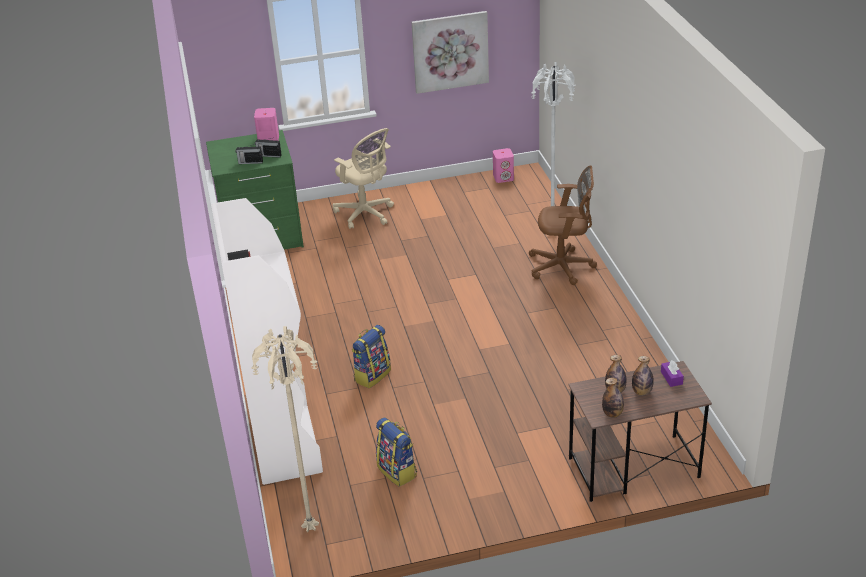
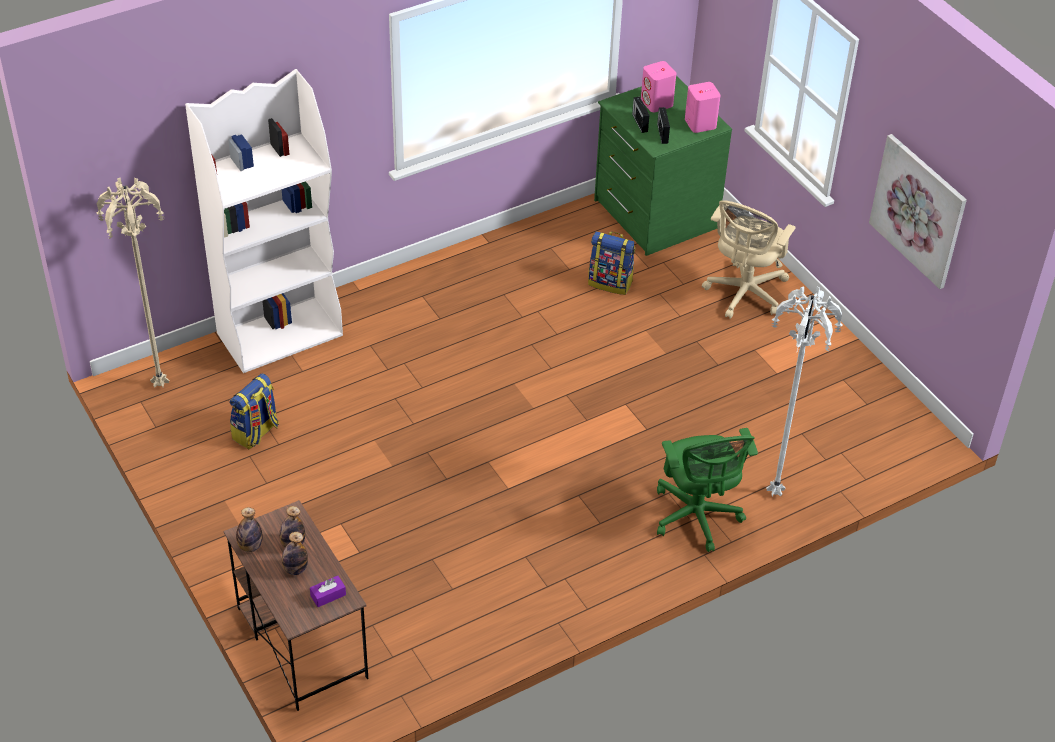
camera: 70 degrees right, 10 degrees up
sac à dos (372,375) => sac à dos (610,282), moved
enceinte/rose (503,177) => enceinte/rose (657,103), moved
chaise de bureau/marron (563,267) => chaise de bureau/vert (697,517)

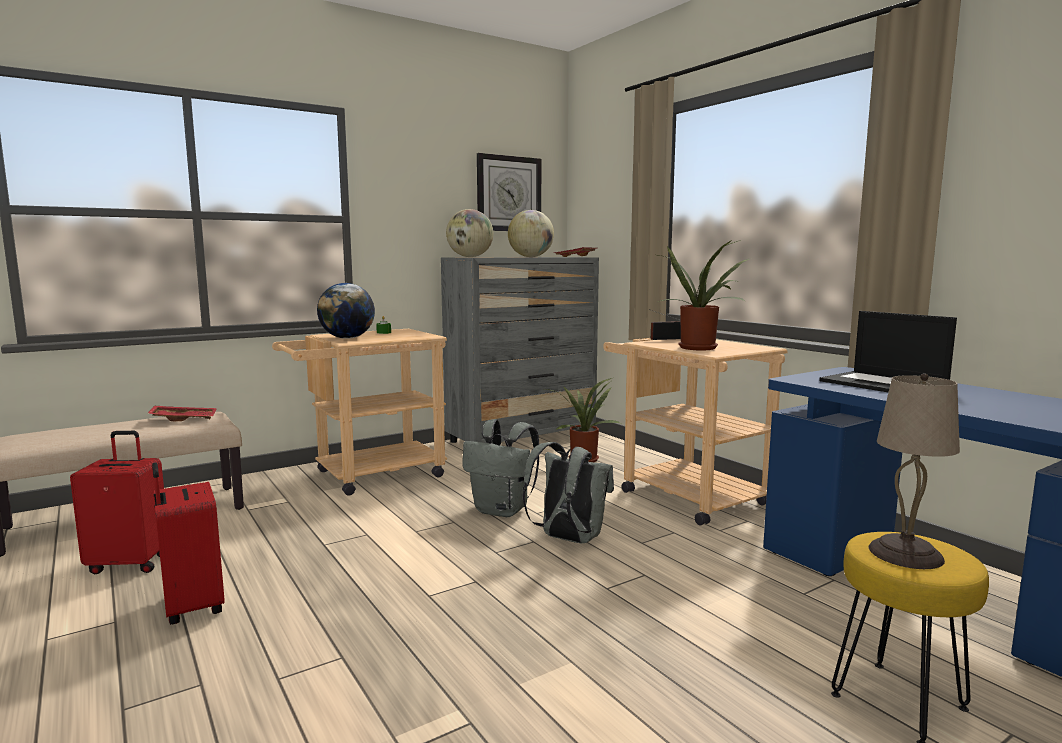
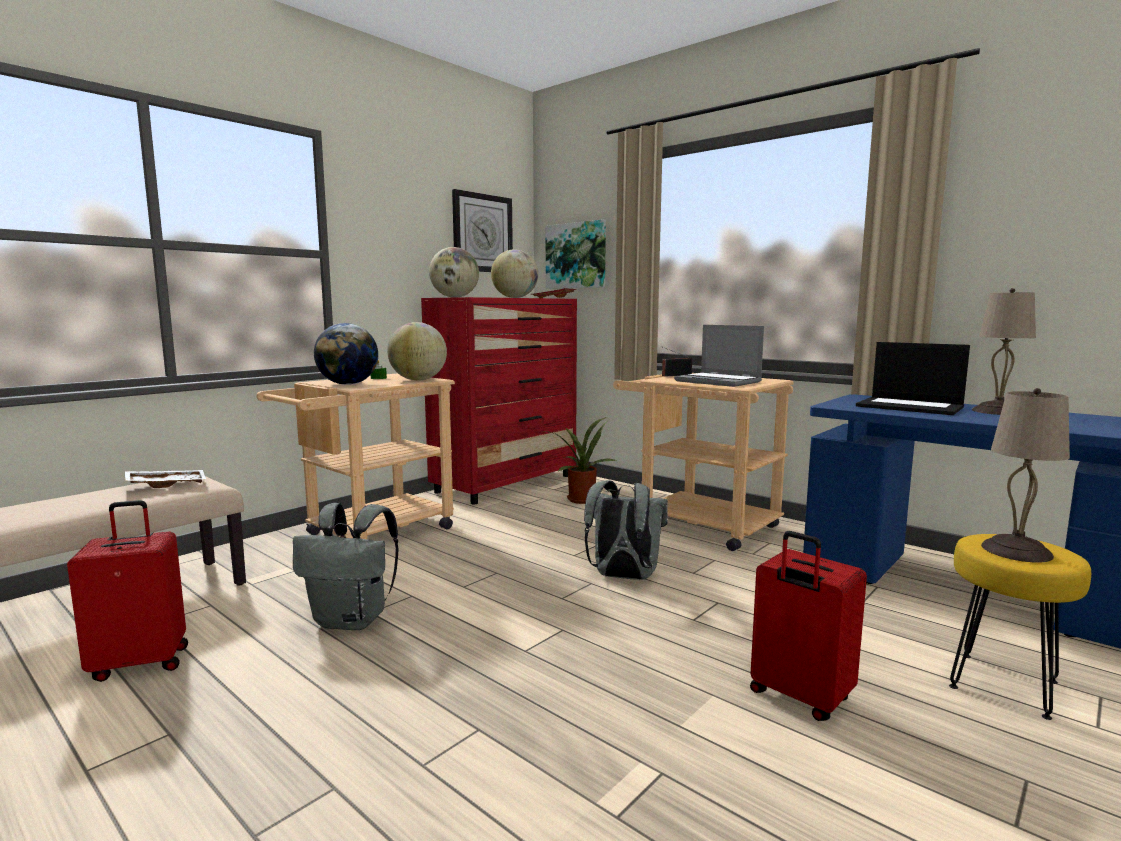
camera: 15 degrees left, 0 degrees up
nothing => globe (418,380)
nothing => tableau (576,256)
nothing => lampe de table/beige (996,411)
valise/rouge (191,607) => valise/rouge (799,697), moved
sac à dos/gris (503,510) => sac à dos/gris (353,620), moved
plante en pot (699,347) => ordinateur portable (719,381)
plateau/rouge (184,419) => plateau/blanc (167,485)
commode/gris (522,438) => commode/rouge (506,484)

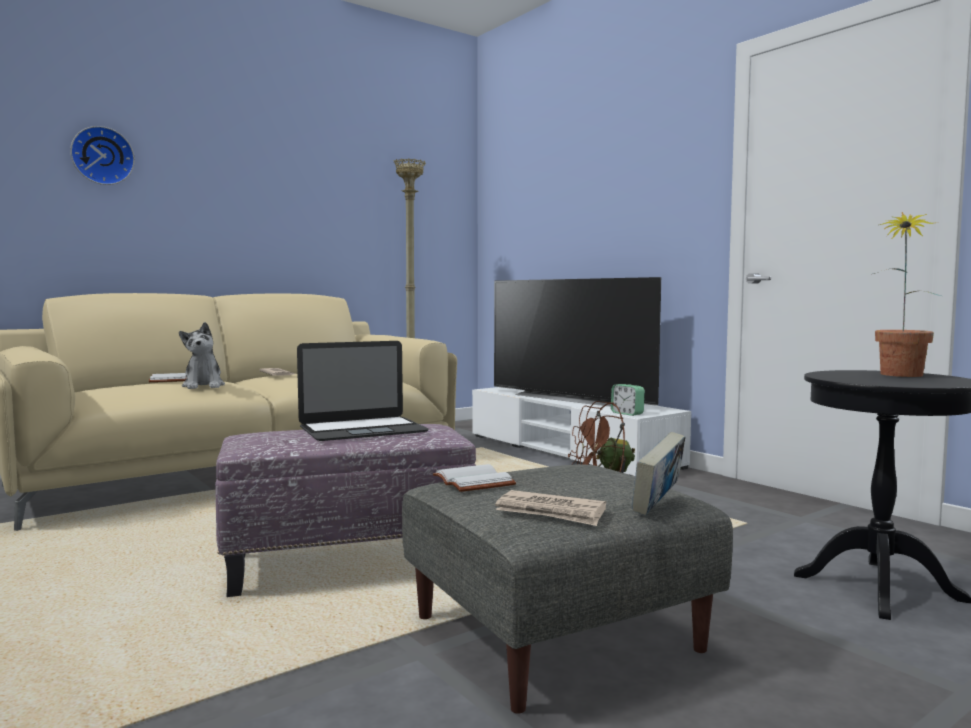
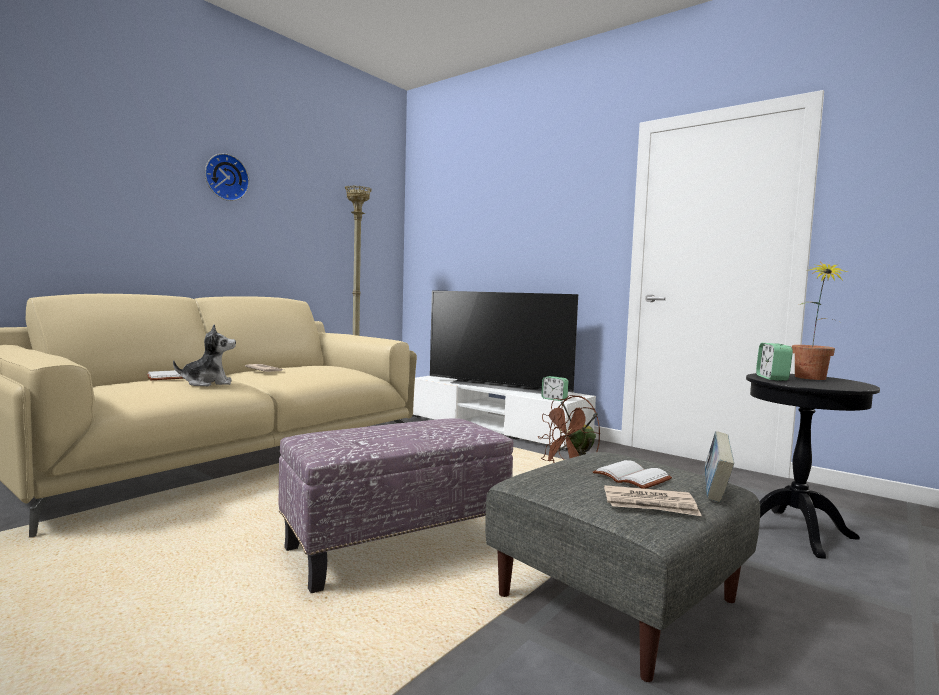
camera: 15 degrees left, 0 degrees up
ordinateur portable (362,429) => nothing
nothing => réveil (772,378)
horloge murale (102,156) => horloge murale (225,177), moved
livre/blanc (476,482) => livre/blanc (633,477), moved
peluche (203,386) => peluche (208,383), 75 degrees counterclockwise

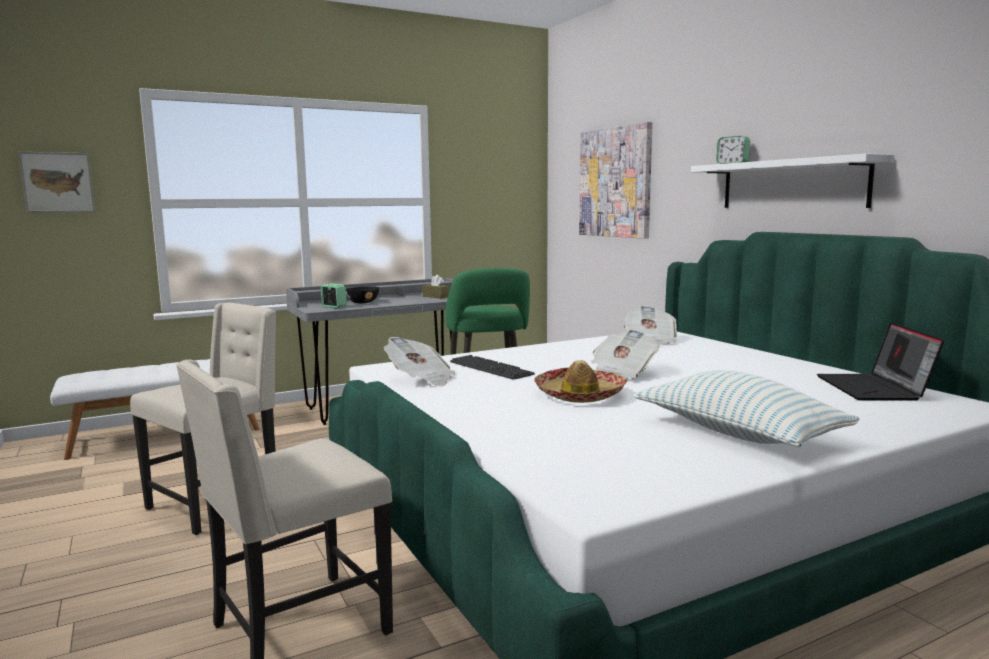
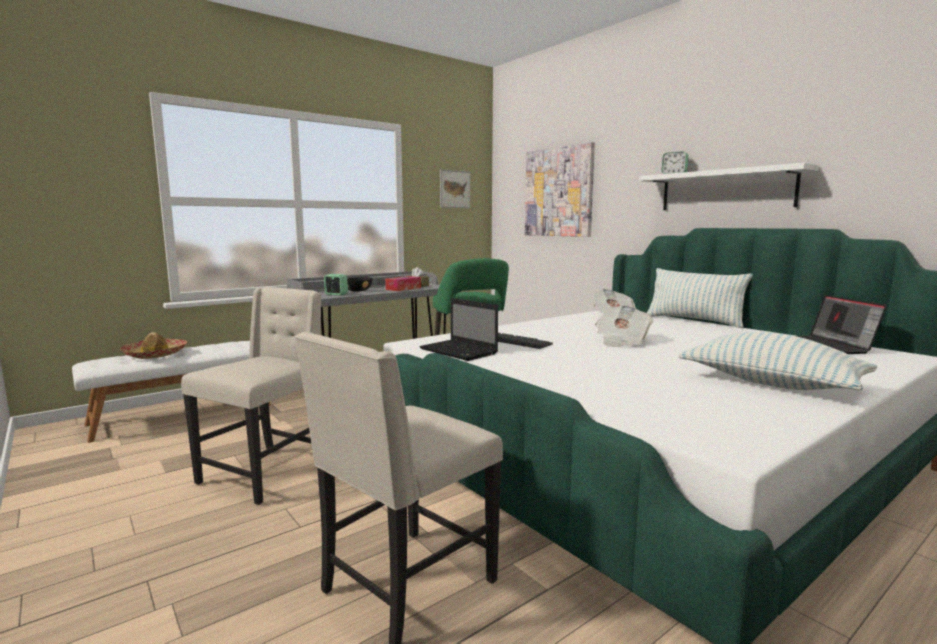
camera: 10 degrees left, 0 degrees up
nothing => boîte à mouchoirs (403,289)
nothing => coussin (694,321)
tableau (57,182) => tableau (454,189), moved
chapeau (580,395) => chapeau (155,354), moved
journal (420,380) => ordinateur portable (460,351)

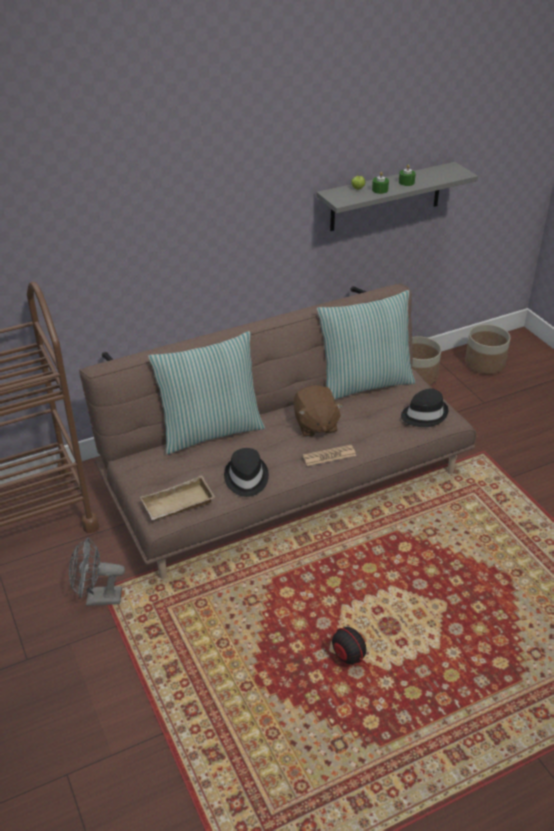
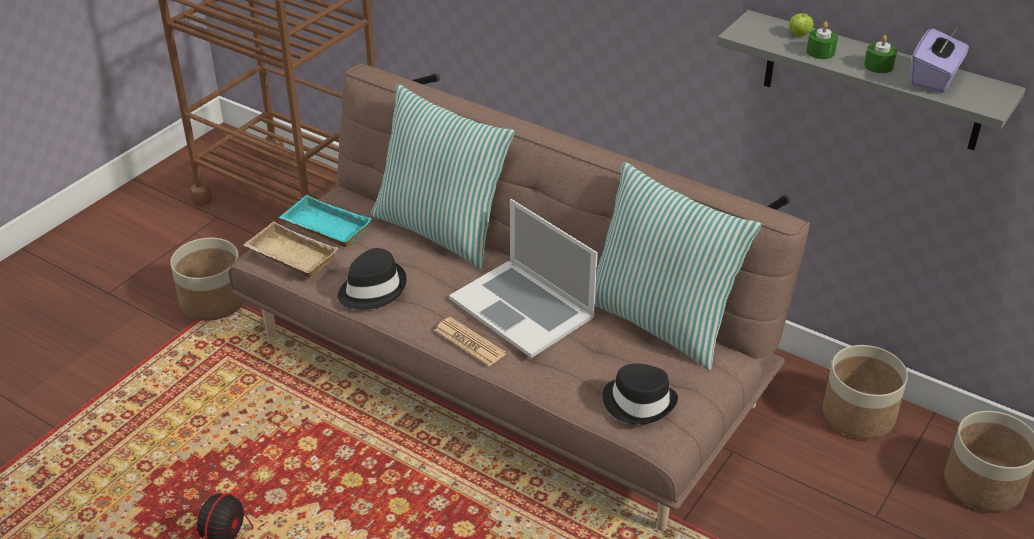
camera: 60 degrees right, 0 degrees up
nothing => plateau/turquoise (324,228)
nothing => boîte à mouchoirs/violet (934,78)
ventilateur/gris (97,598) => cache-pot (213,302)
peluche/marron (315,425) => ordinateur portable (522,307)

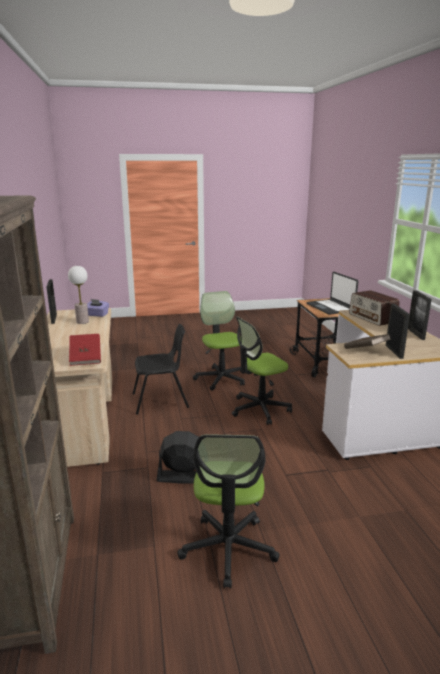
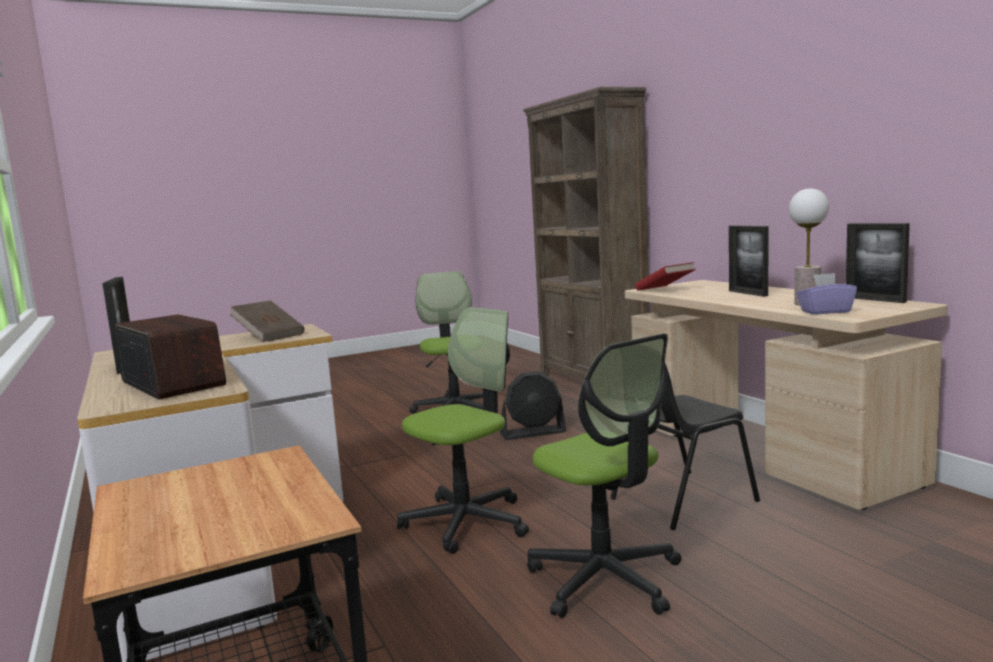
camera: 165 degrees right, 10 degrees down
ordinateur portable (330,307) => nothing
cadre photo (394,351) => cadre photo (748,293), moved

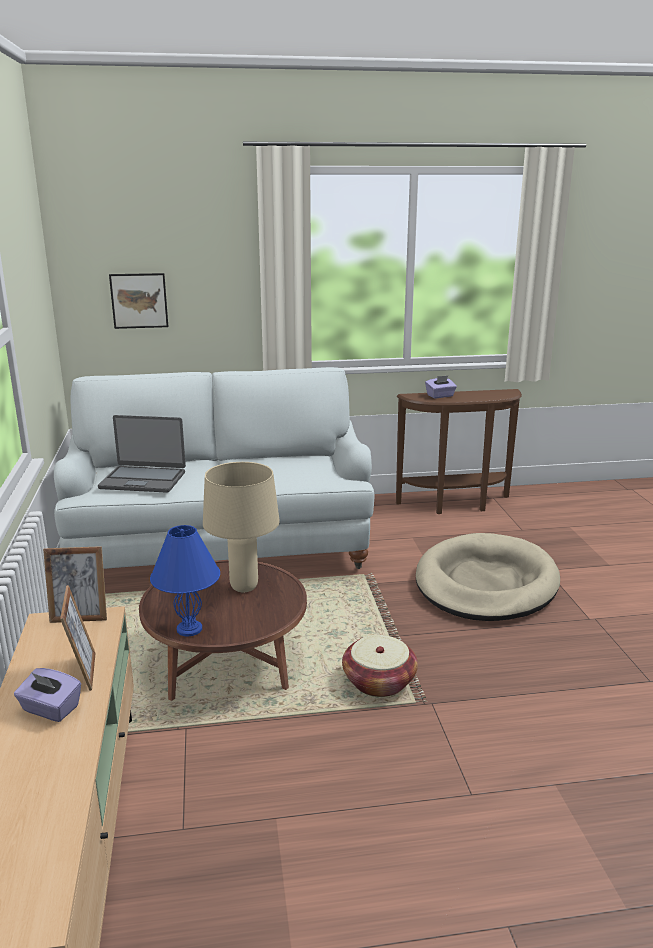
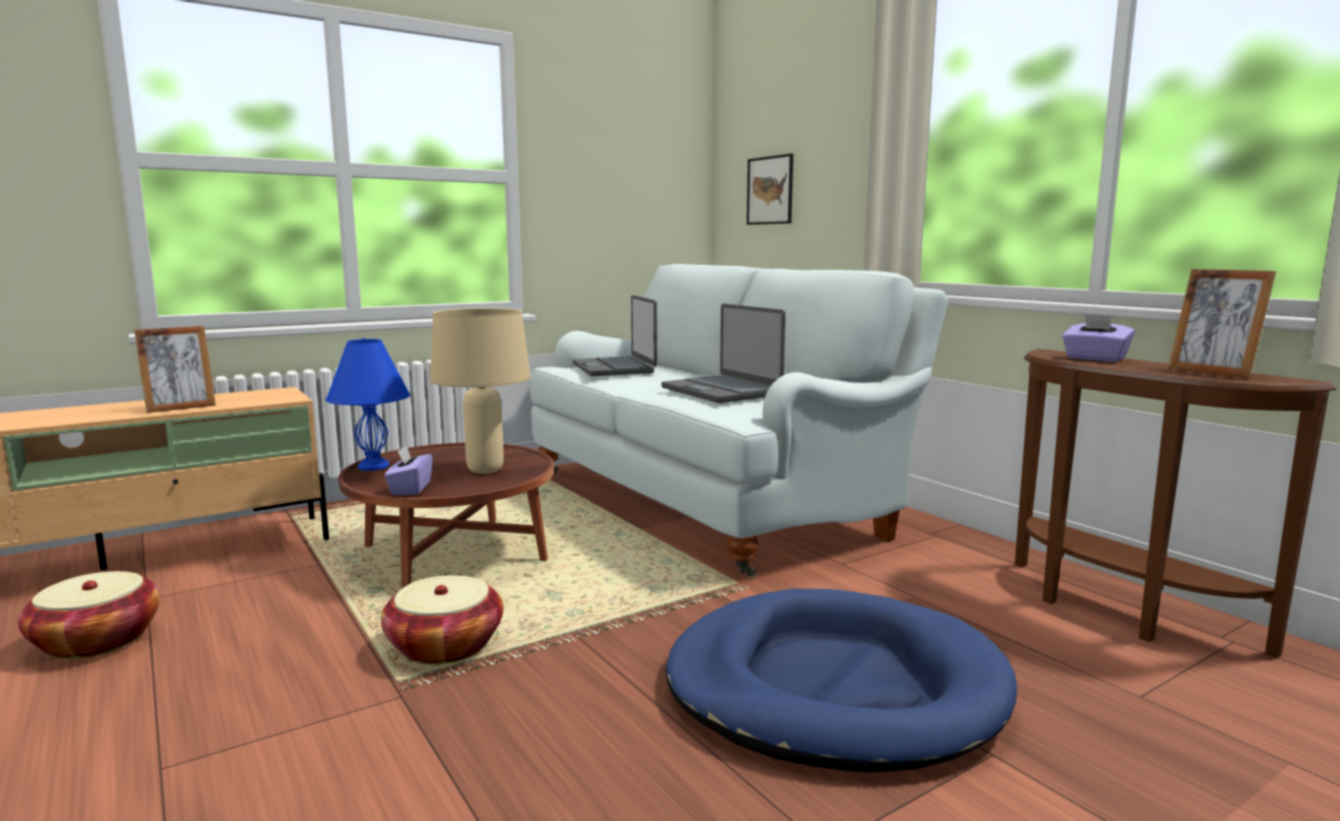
camera: 65 degrees right, 10 degrees down
nothing => panier (97,641)
nothing => ordinateur portable (722,391)
boîte à mouchoirs/violet (50,709) => boîte à mouchoirs/violet (410,489), moved
cadre photo (80,617) => cadre photo (1212,372), moved
panier pour chien/beige (485,583) => panier pour chien/bleu (833,687)

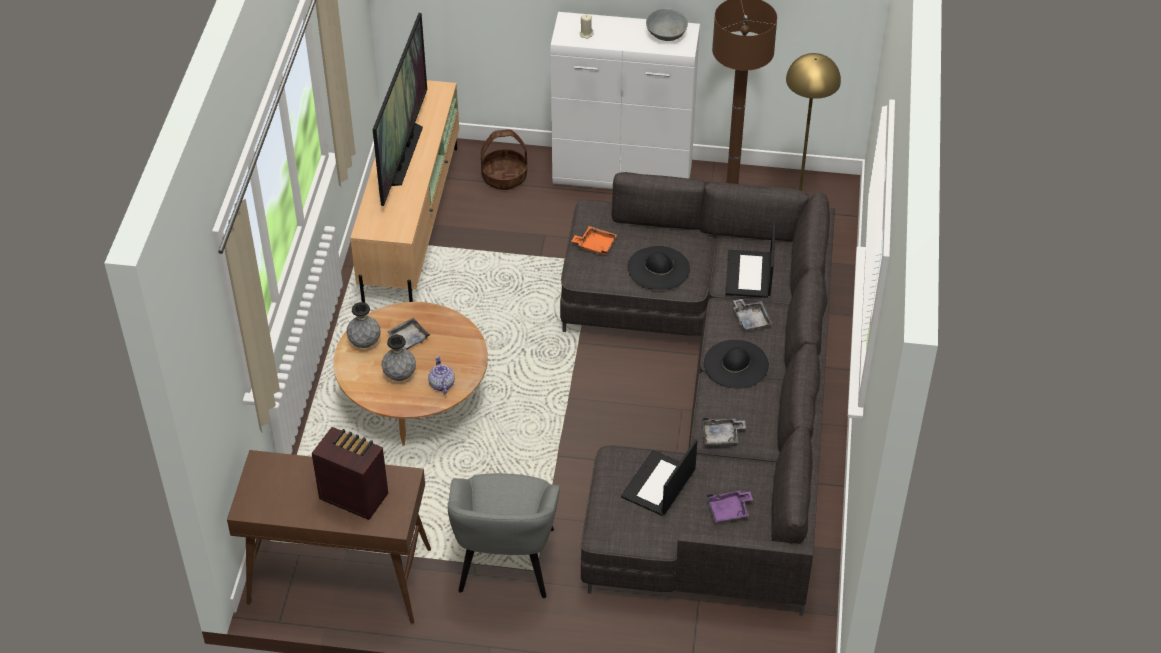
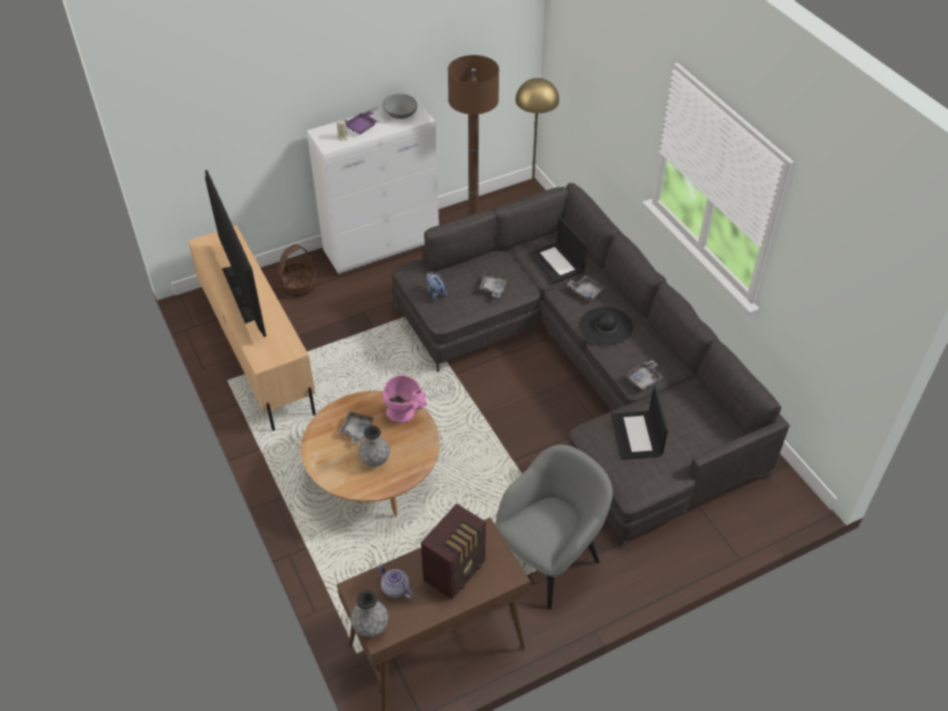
camera: 35 degrees left, 0 degrees up
nothing => vase/rose (405,414)
vase/gris (365,343) => vase/gris (370,627), moved
théière (441,384) => théière (395,589), moved
plateau/violet (729,510) => plateau/violet (362,126), moved
plateau/orange (595,245) => peluche (435,293)
chapeau/noir (658,268) => plateau/gris (493,288)
radio (353,495) => radio (456,570), 135 degrees clockwise
fauteuil/gris (506,562) => fauteuil/gris (548,559), 105 degrees counterclockwise

